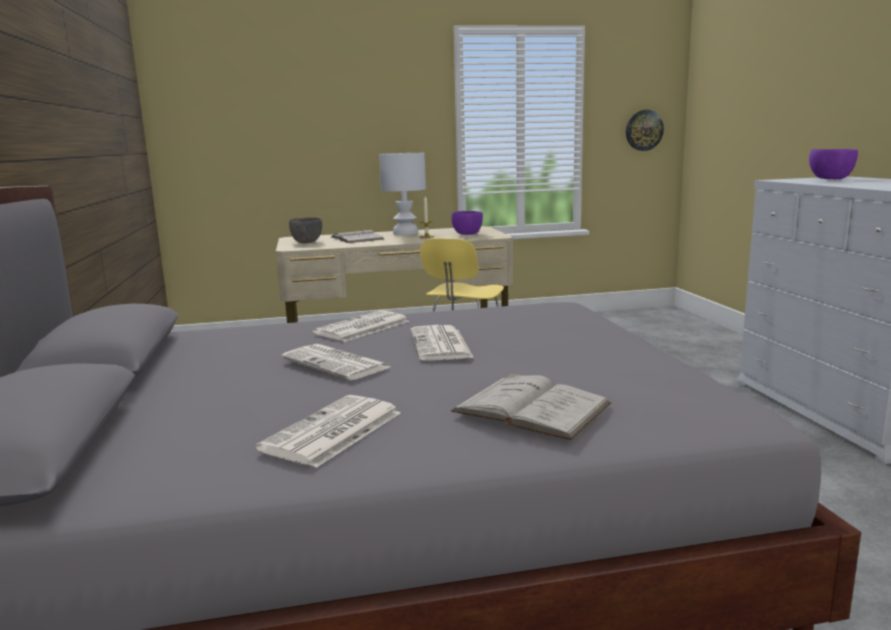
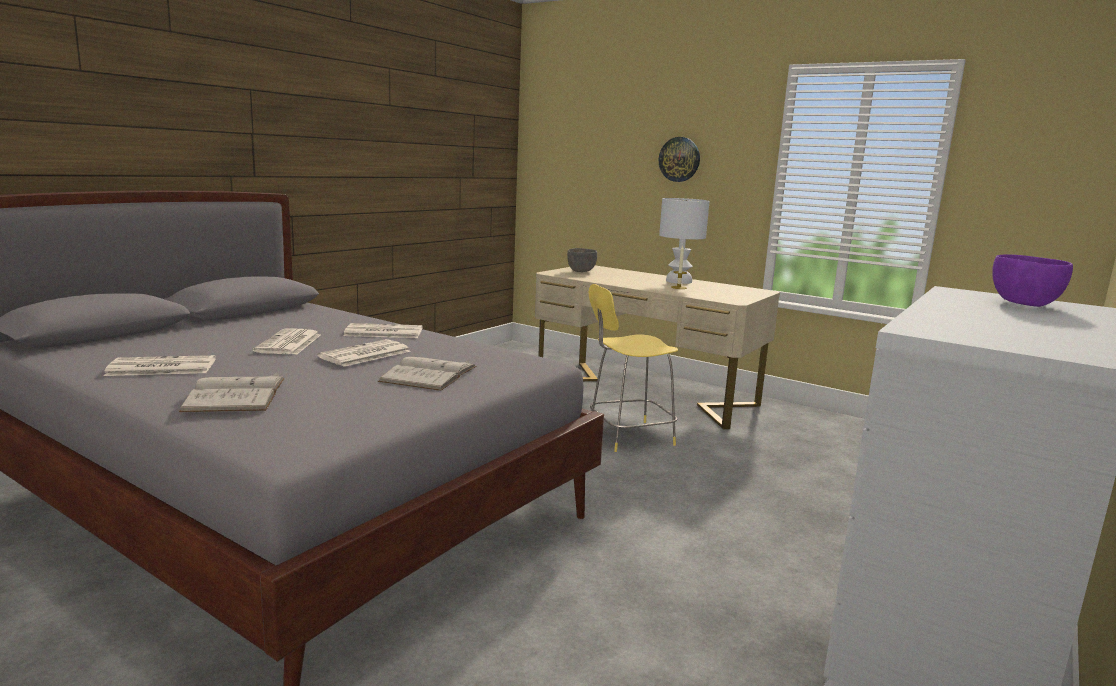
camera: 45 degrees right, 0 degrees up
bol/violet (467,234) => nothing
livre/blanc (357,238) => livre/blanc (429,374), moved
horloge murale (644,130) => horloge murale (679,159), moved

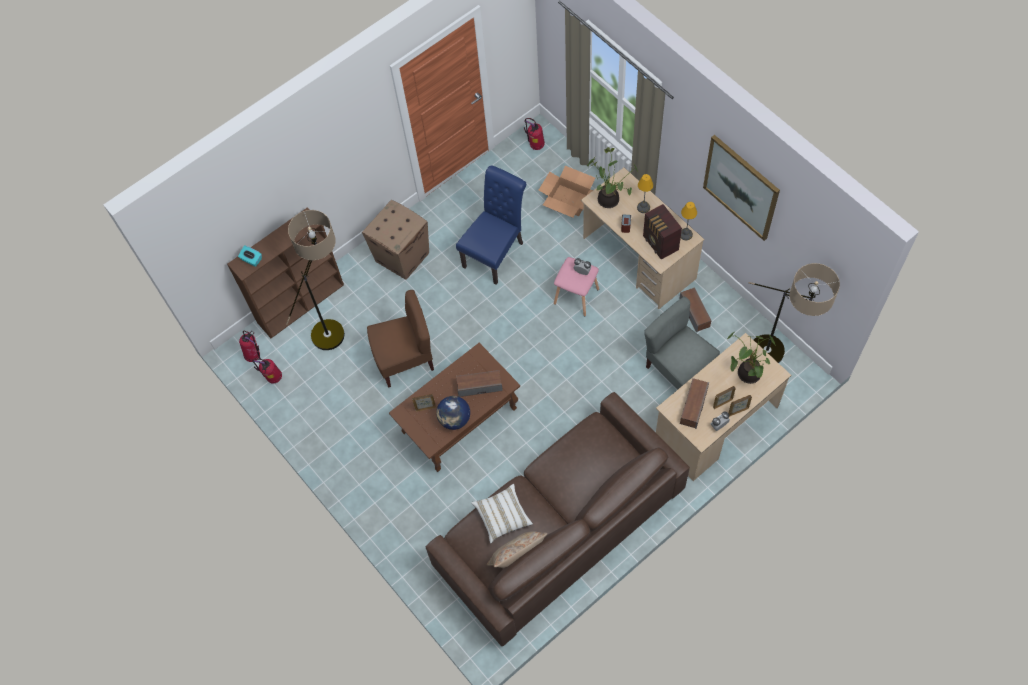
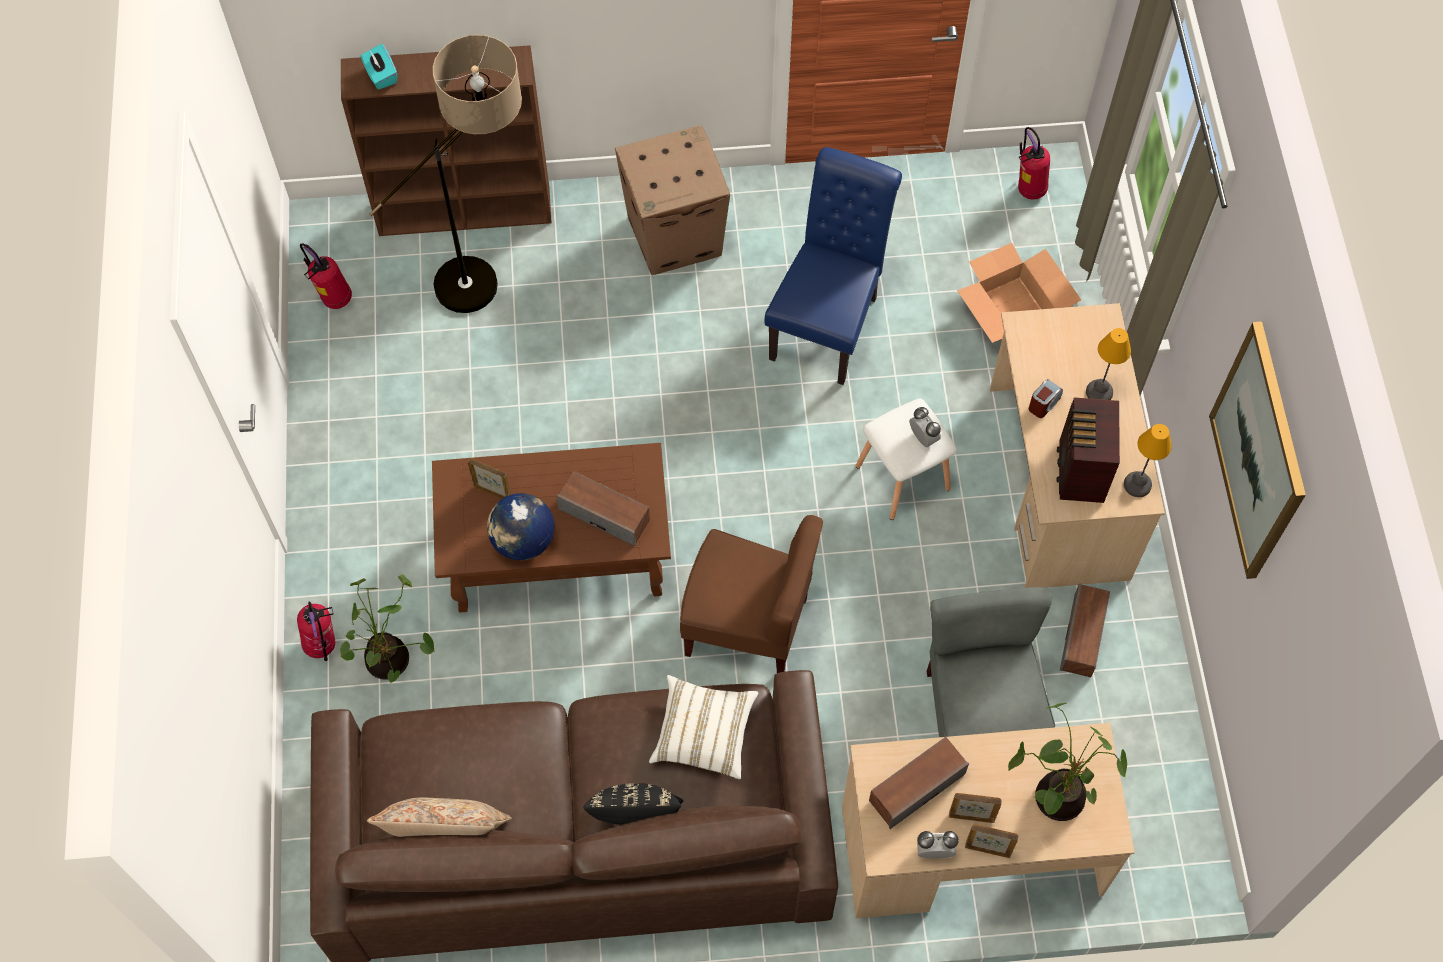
camera: 30 degrees right, 0 degrees up
lampadaire (777,360) => nothing
nothing => coussin/noir (636,819)
extincteur (254,356) => extincteur (323,646), moved
chaise/marron (405,359) => chaise/marron (748,624), moved
coussin/blanc (502,516) => coussin/blanc (704,733), moved
plante en pot (610,199) => plante en pot (392,660), moved
tabouret/rose (575,296) => tabouret/blanc (901,477)
chaise/bleu (496,252) => chaise/bleu (828,322), 45 degrees counterclockwise

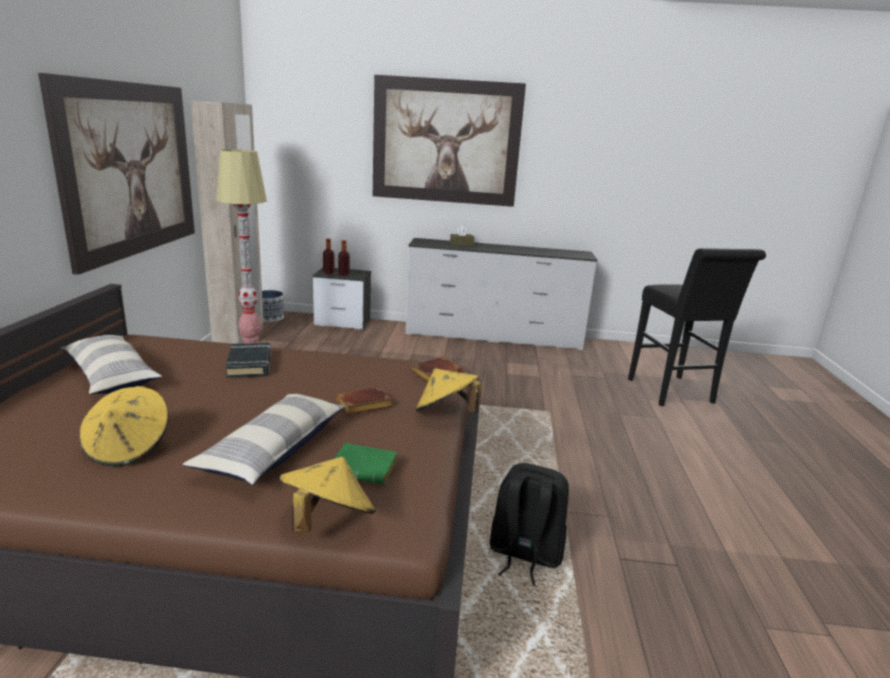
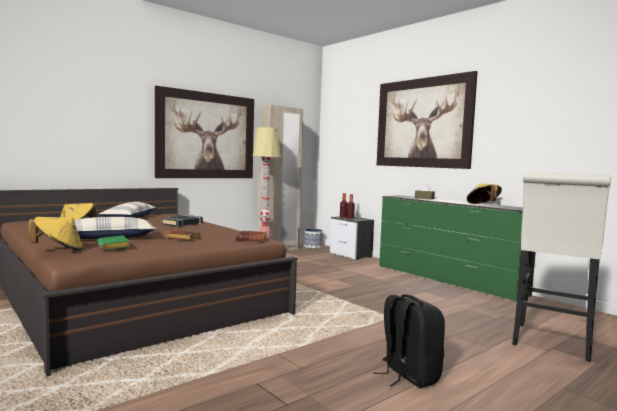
camera: 45 degrees right, 15 degrees down
chapeau/jaune (446,413) => chapeau/jaune (483,205), moved
sac à dos/noir (524,555) => sac à dos/noir (408,376), moved
commode/blanc (493,336) => commode/vert (447,279)
tabouret/noir (673,394) => tabouret/blanc (551,344)

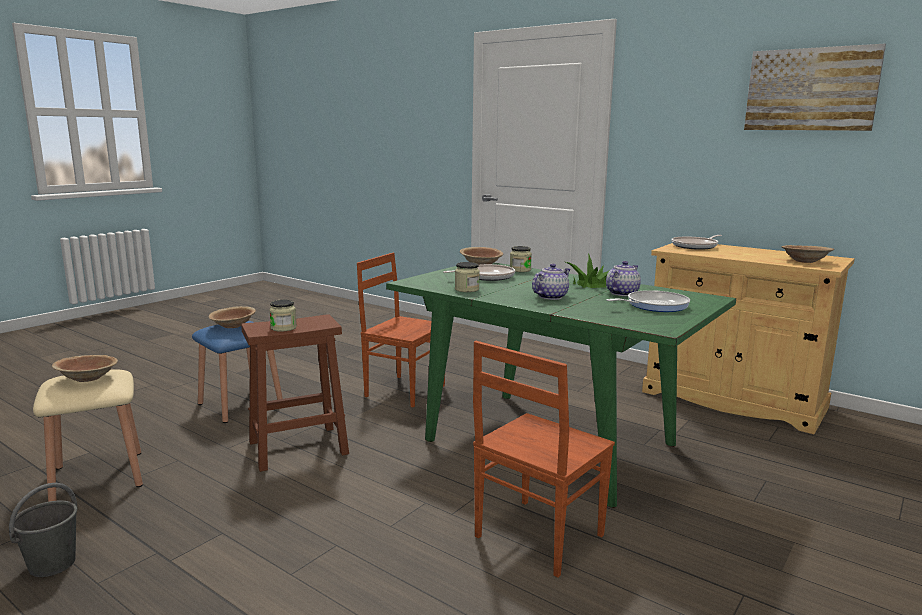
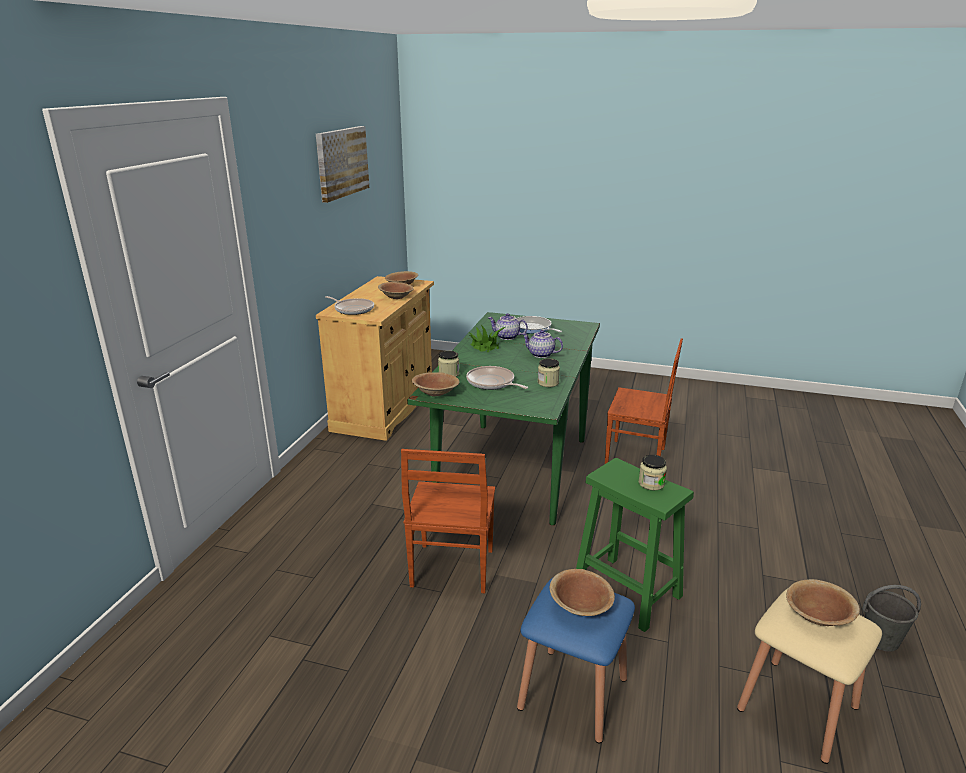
camera: 110 degrees left, 10 degrees up
nothing => bol/marron (396,297)
tabouret/marron (296,448) => tabouret/vert (628,593)

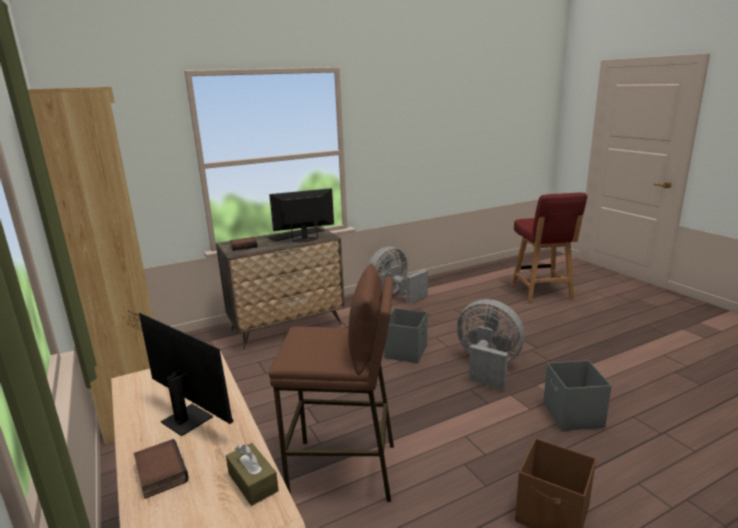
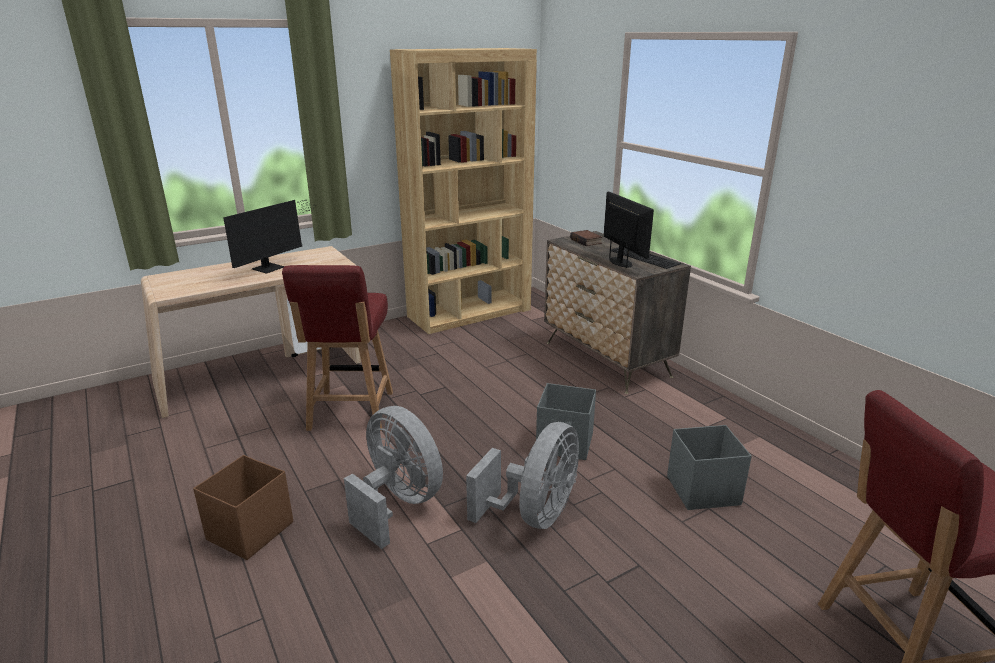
camera: 85 degrees right, 5 degrees up
livre (159,473) => nothing
boîte à mouchoirs/marron (253,482) => nothing
ventilateur/gris (394,296) => ventilateur/gris (398,503), moved
boîte de rangement/gris (572,415) => boîte de rangement/gris (701,490), moved
tabouret/marron (344,470) => chaise/rouge (350,412)

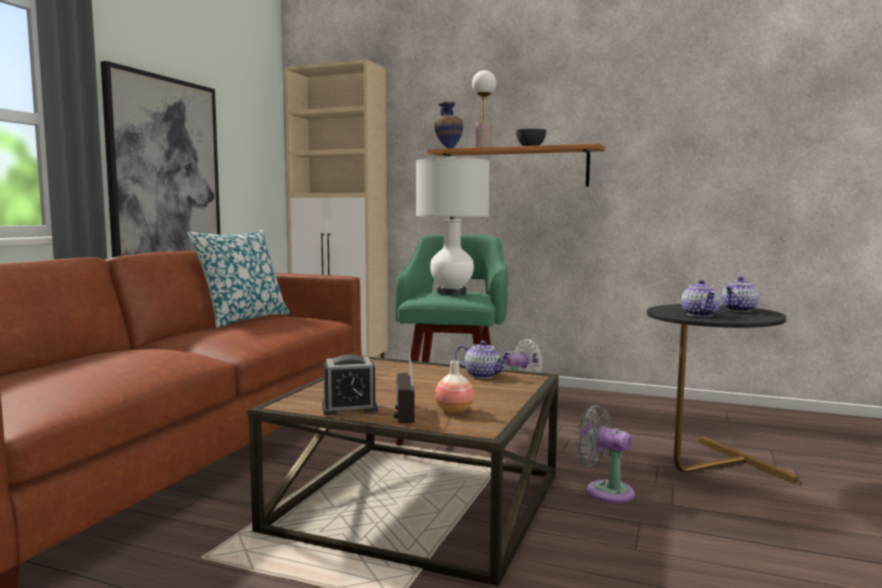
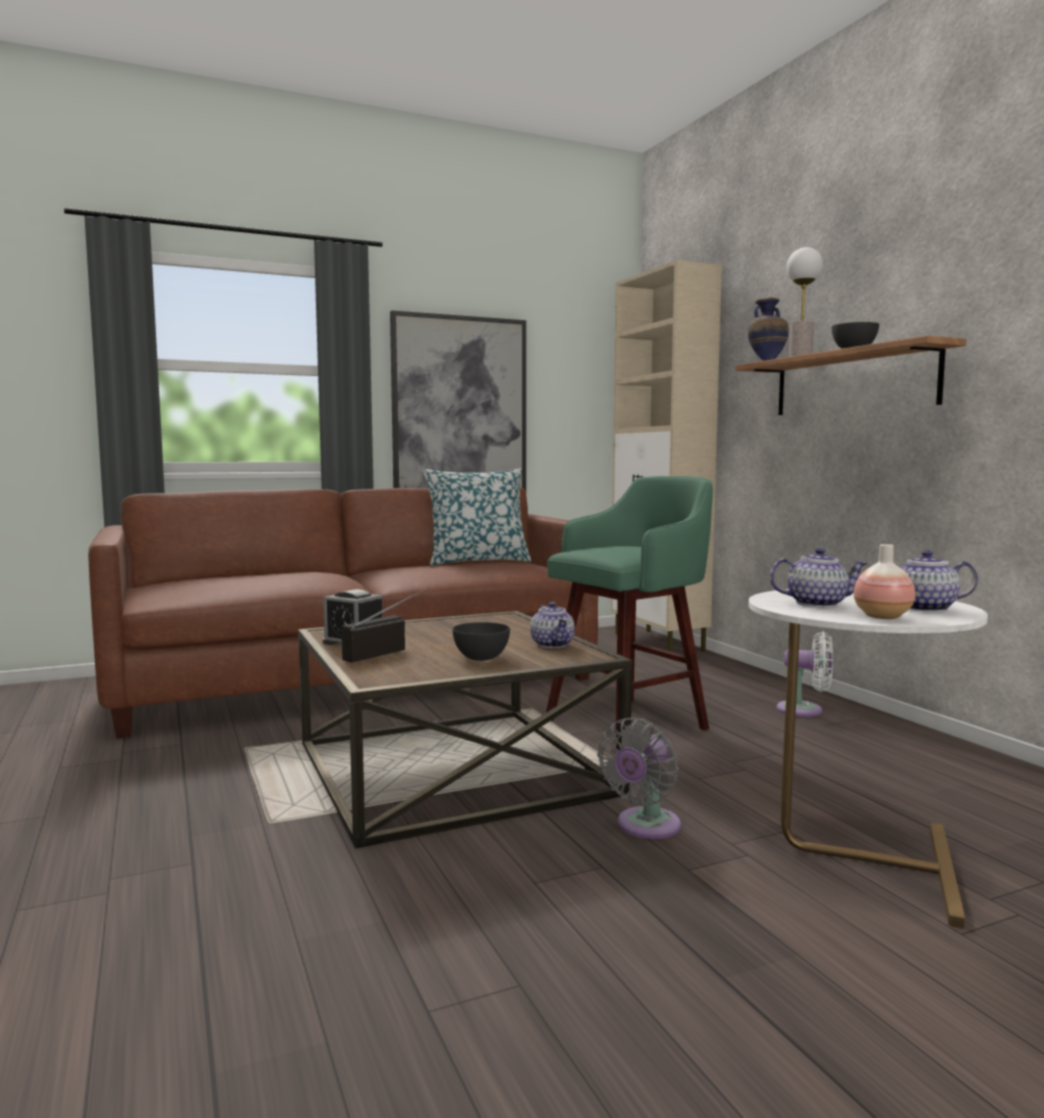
camera: 45 degrees right, 0 degrees up
lampe de table/blanc (451,293) => nothing
nothing => bol/gris (481,658)
vase (454,411) => vase (882,616), moved
table d'appoint/noir (707,468) => table d'appoint/blanc (852,858)
ventilateur/gris (604,491) => ventilateur/gris (645,827), 135 degrees counterclockwise
théière (700,314) => théière (817,603), 135 degrees counterclockwise

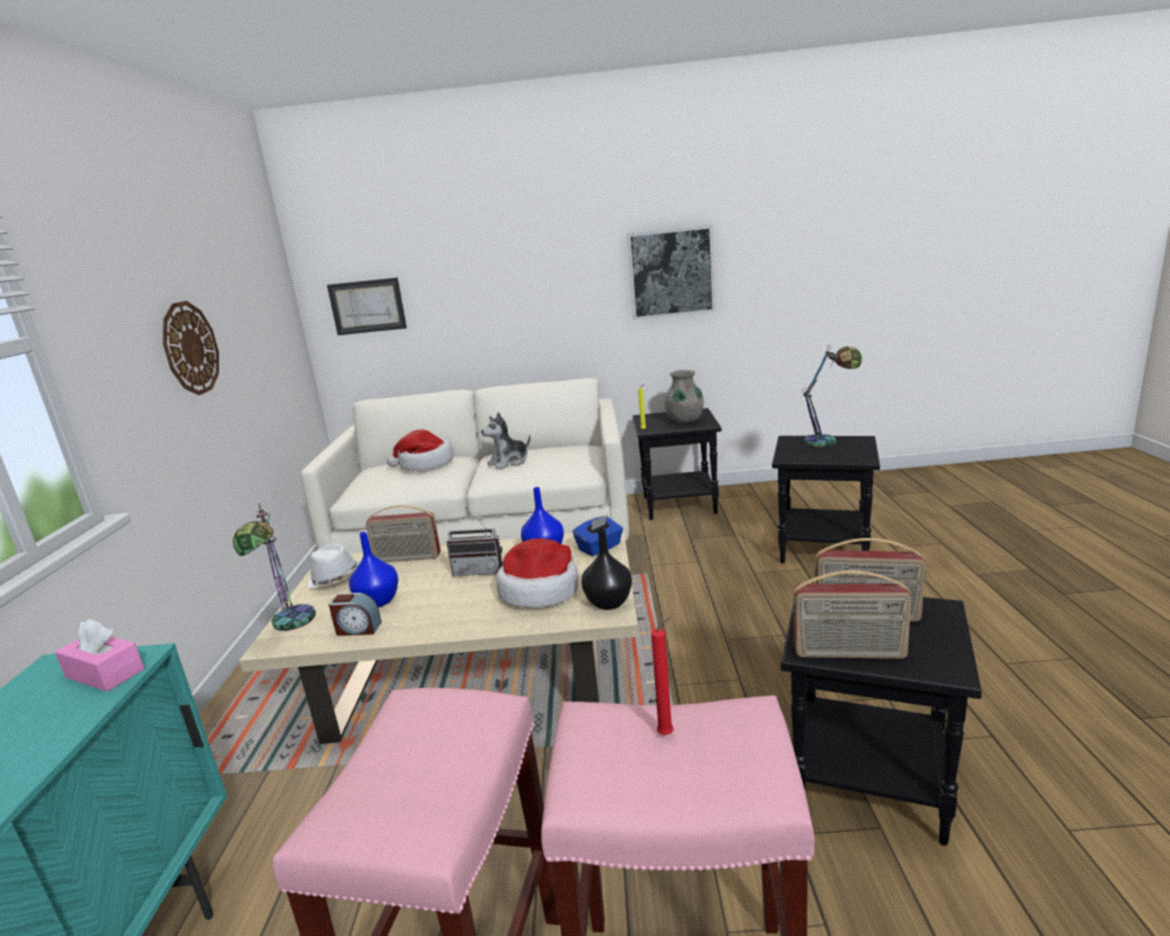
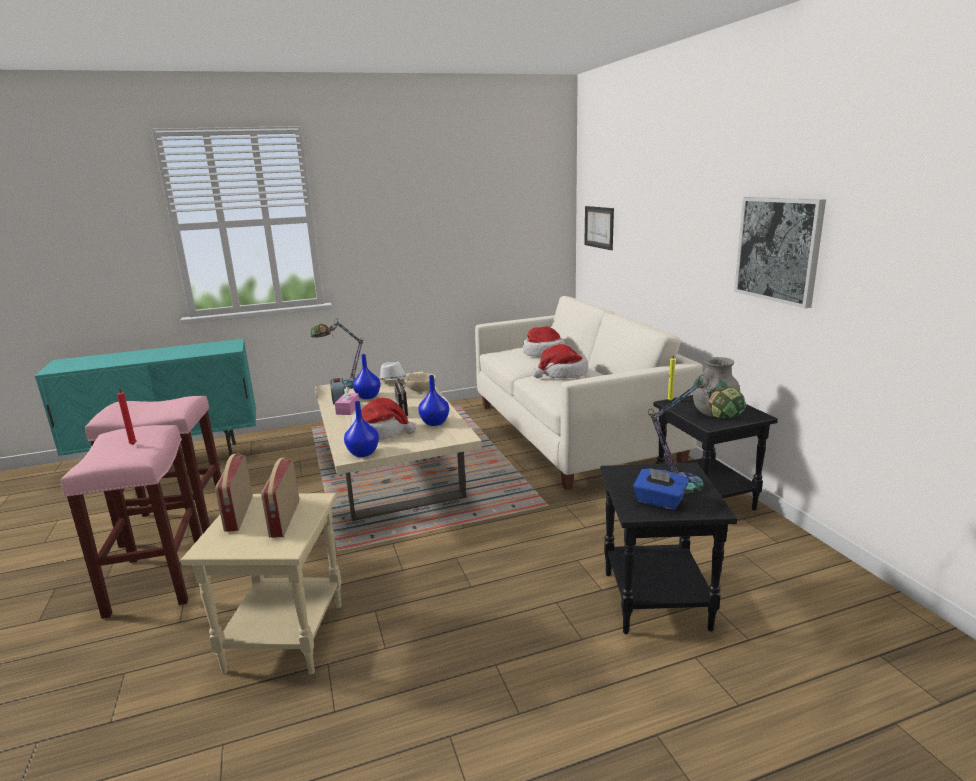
camera: 70 degrees right, 0 degrees up
horloge murale (190,348) => nothing
boîte à mouchoirs/rose (105,673) => boîte à mouchoirs/rose (348,409), moved
boîte à mouchoirs/bleu (600,548) => boîte à mouchoirs/bleu (659,501), moved
radio (407,558) => bol/beige (421,390)
peluche (509,462) => chapeau (562,374)
vase/noir (607,602) => vase/bleu (363,453)
table d'appoint/noir (871,781) => table d'appoint/beige (287,638)

